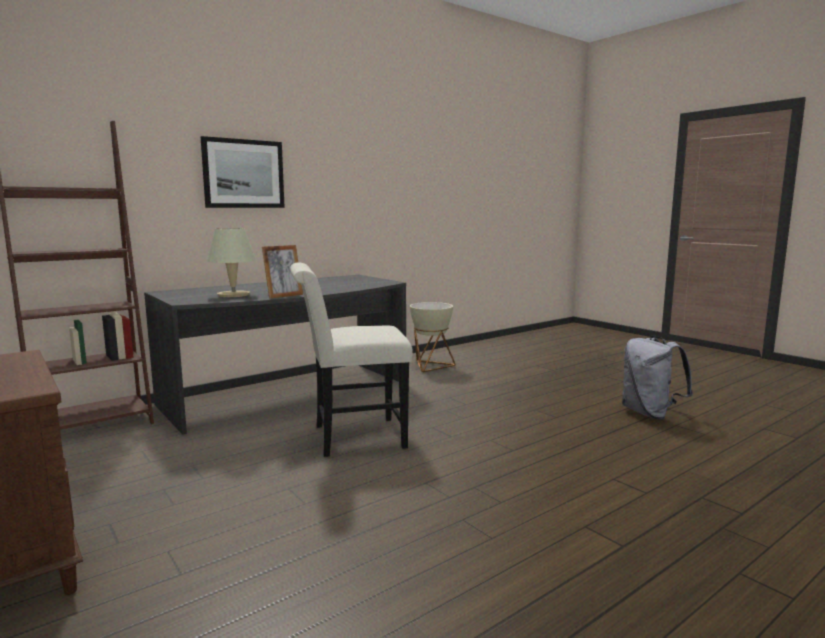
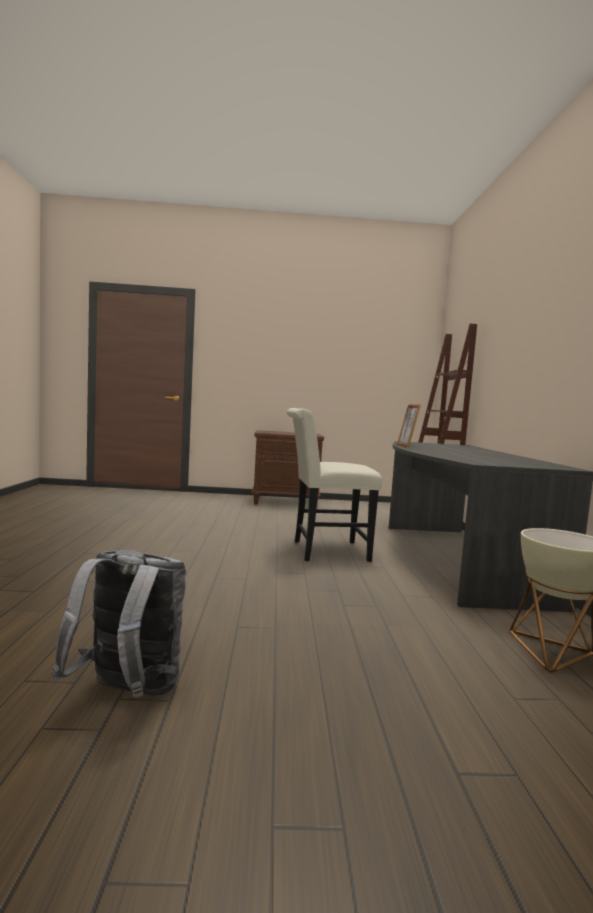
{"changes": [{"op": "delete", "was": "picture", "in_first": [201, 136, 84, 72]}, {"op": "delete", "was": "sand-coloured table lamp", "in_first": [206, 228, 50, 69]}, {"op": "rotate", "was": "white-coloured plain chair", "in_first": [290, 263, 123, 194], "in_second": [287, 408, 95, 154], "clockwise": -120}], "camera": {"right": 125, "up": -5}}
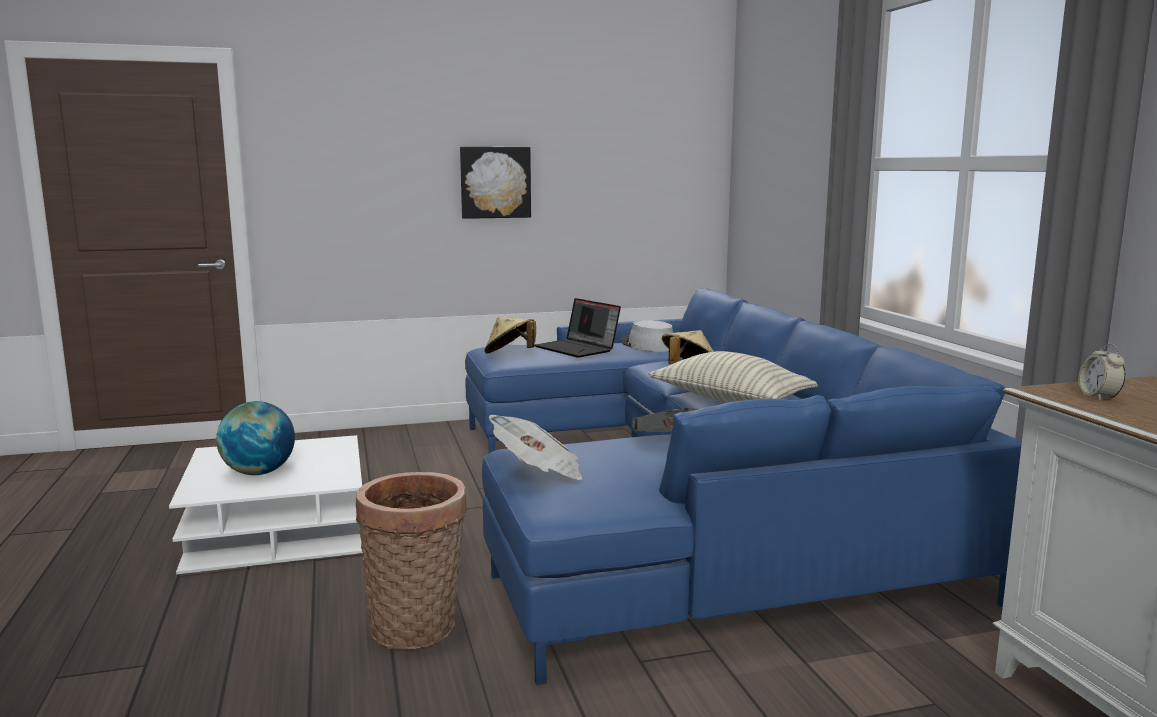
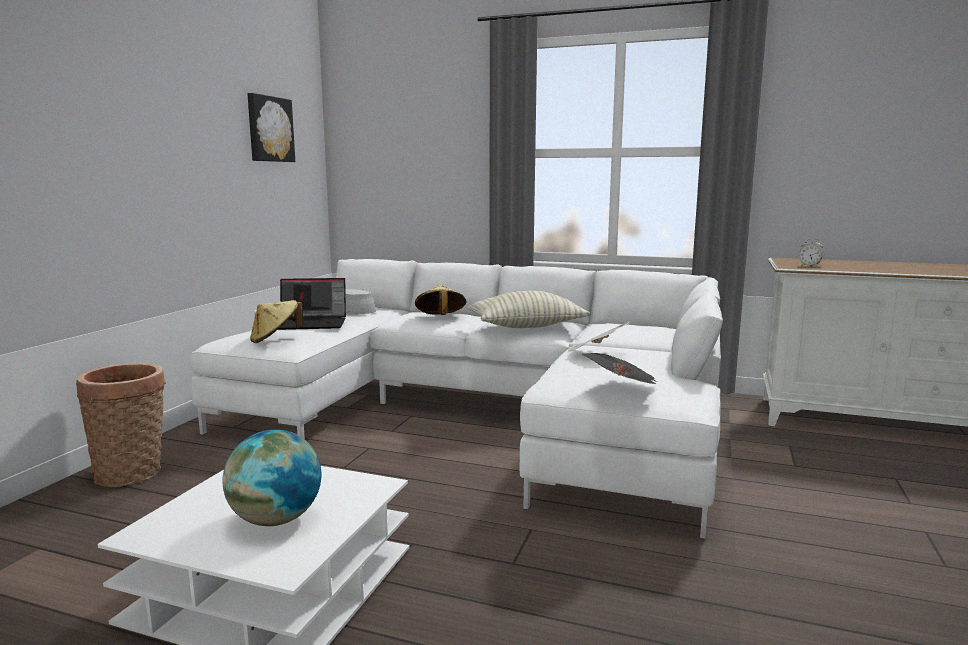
{"changes": [{"op": "move", "was": "picture", "in_first": [460, 147, 71, 72], "in_second": [247, 93, 48, 69]}, {"op": "recolor", "was": "blue-coloured couch", "now": "white-coloured couch", "in_first": [465, 288, 557, 397], "in_second": [190, 259, 533, 280]}, {"op": "move", "was": "household basket", "in_first": [356, 472, 111, 178], "in_second": [76, 363, 90, 124]}], "camera": {"right": -55, "up": 0}}
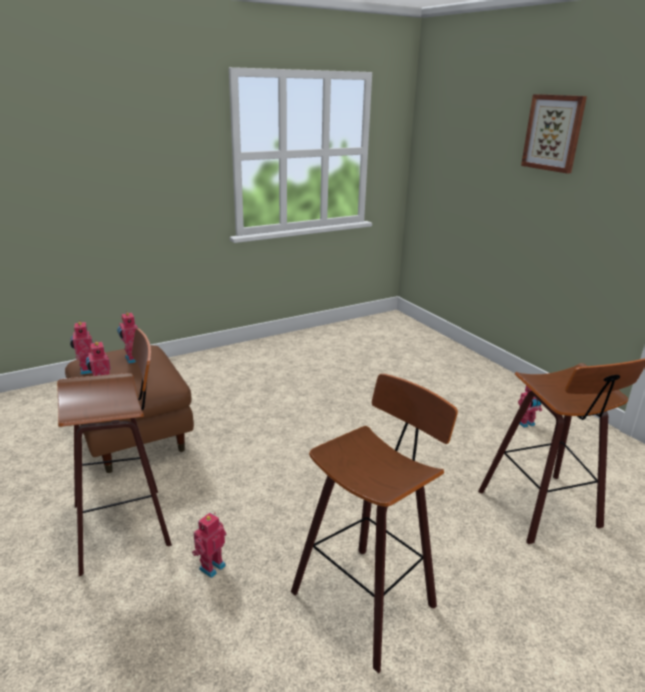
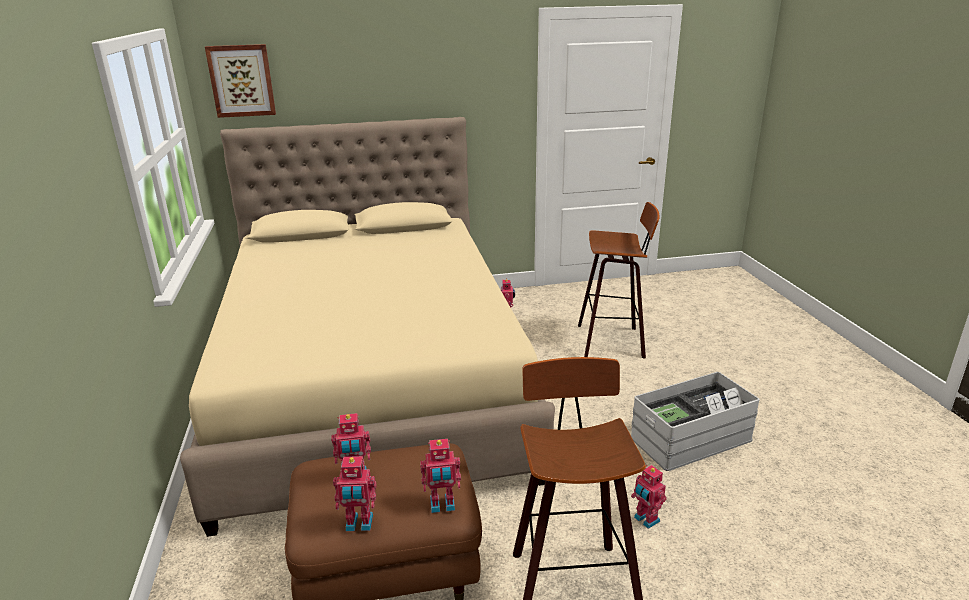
{"changes": [{"op": "move", "was": "picture", "in_first": [521, 94, 66, 80], "in_second": [205, 44, 71, 74]}, {"op": "replace", "was": "stool seat", "now": "gray storage box", "in_first": [291, 373, 167, 301], "in_second": [631, 372, 128, 99]}, {"op": "insert", "now": "sand-coloured sleeping bed", "in_second": [180, 117, 375, 420]}], "camera": {"right": -70, "up": 0}}
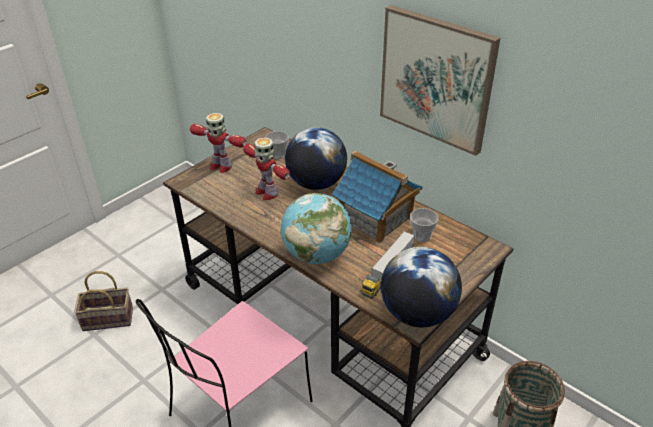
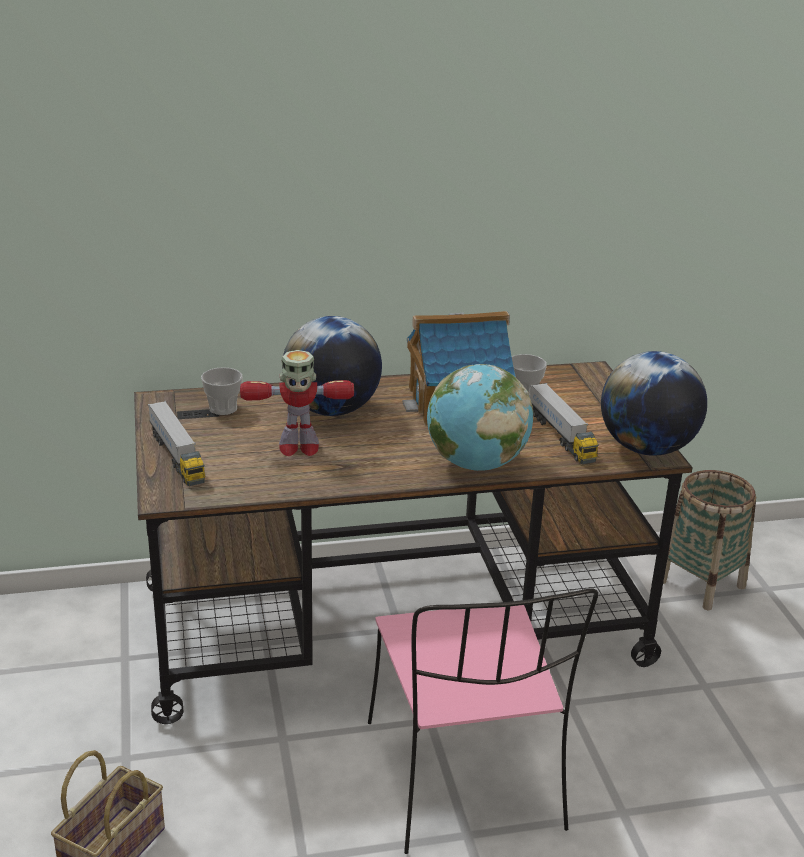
{"changes": [{"op": "delete", "was": "picture", "in_first": [380, 5, 120, 151]}, {"op": "replace", "was": "model robot", "now": "toy truck", "in_first": [190, 113, 57, 60], "in_second": [148, 401, 57, 85]}], "camera": {"right": -55, "up": -10}}
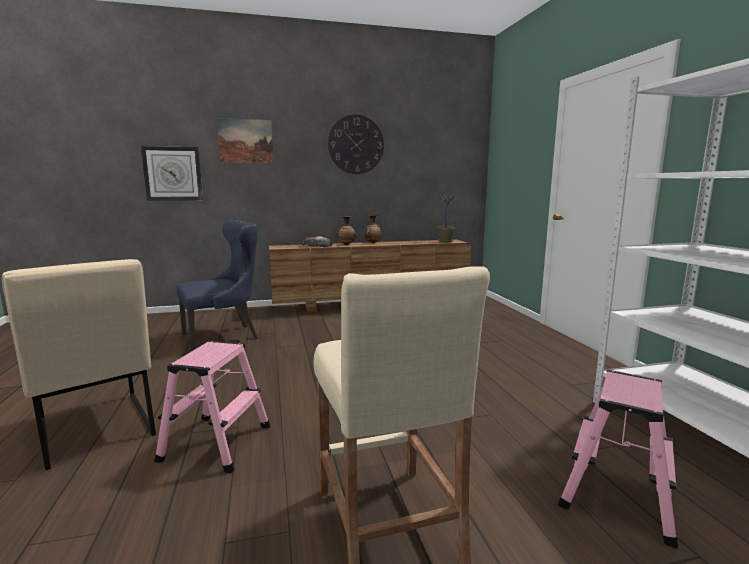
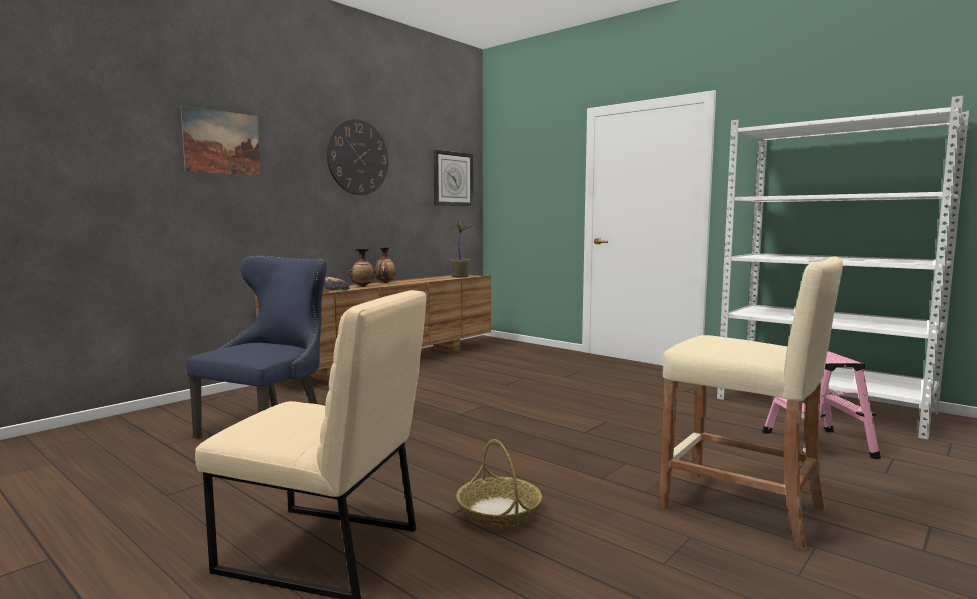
{"changes": [{"op": "move", "was": "wall clock", "in_first": [141, 146, 62, 55], "in_second": [433, 150, 40, 56]}, {"op": "replace", "was": "pink step ladder", "now": "household basket", "in_first": [154, 340, 117, 133], "in_second": [456, 439, 86, 88]}], "camera": {"right": -35, "up": -5}}
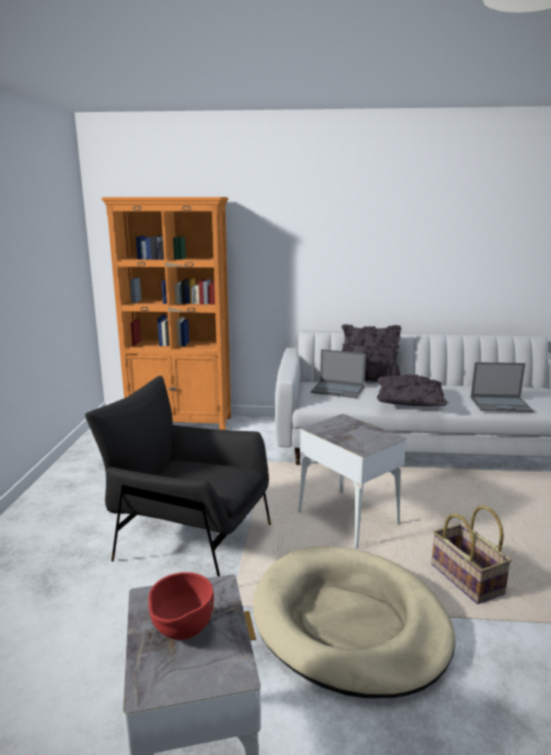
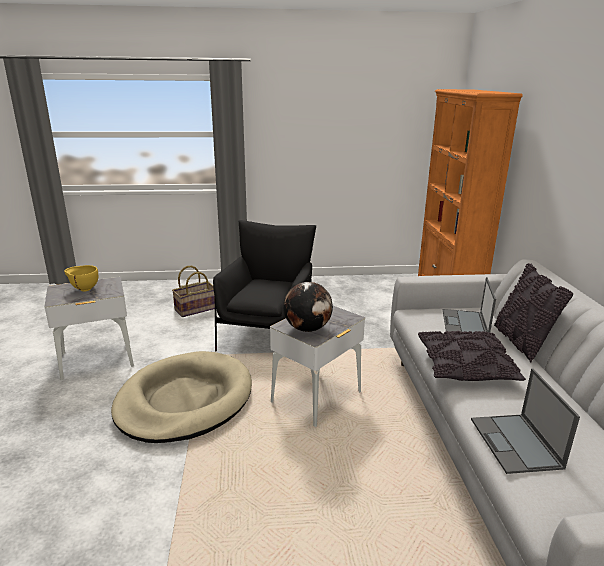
{"changes": [{"op": "move", "was": "household basket", "in_first": [431, 506, 81, 98], "in_second": [172, 266, 43, 51]}, {"op": "recolor", "was": "red deep dish", "now": "yellow-coloured deep dish", "in_first": [148, 572, 66, 68], "in_second": [64, 265, 34, 26]}, {"op": "insert", "now": "globe", "in_second": [283, 282, 50, 50]}], "camera": {"right": 80, "up": 5}}
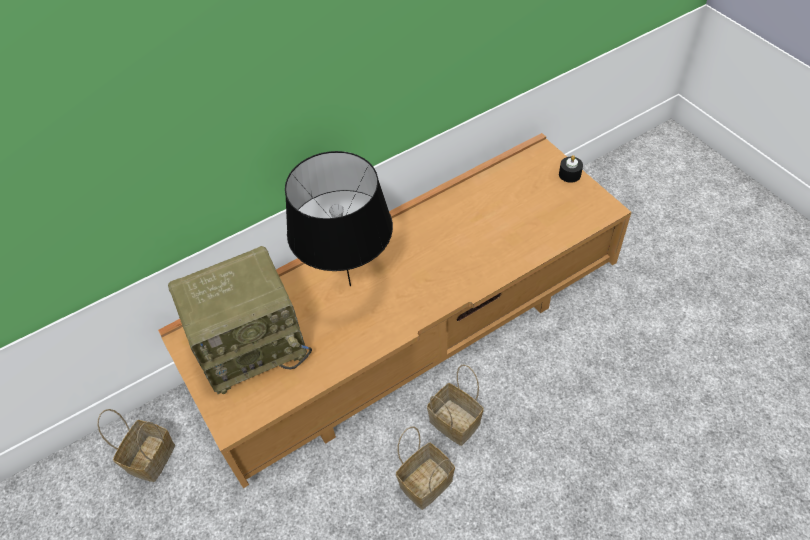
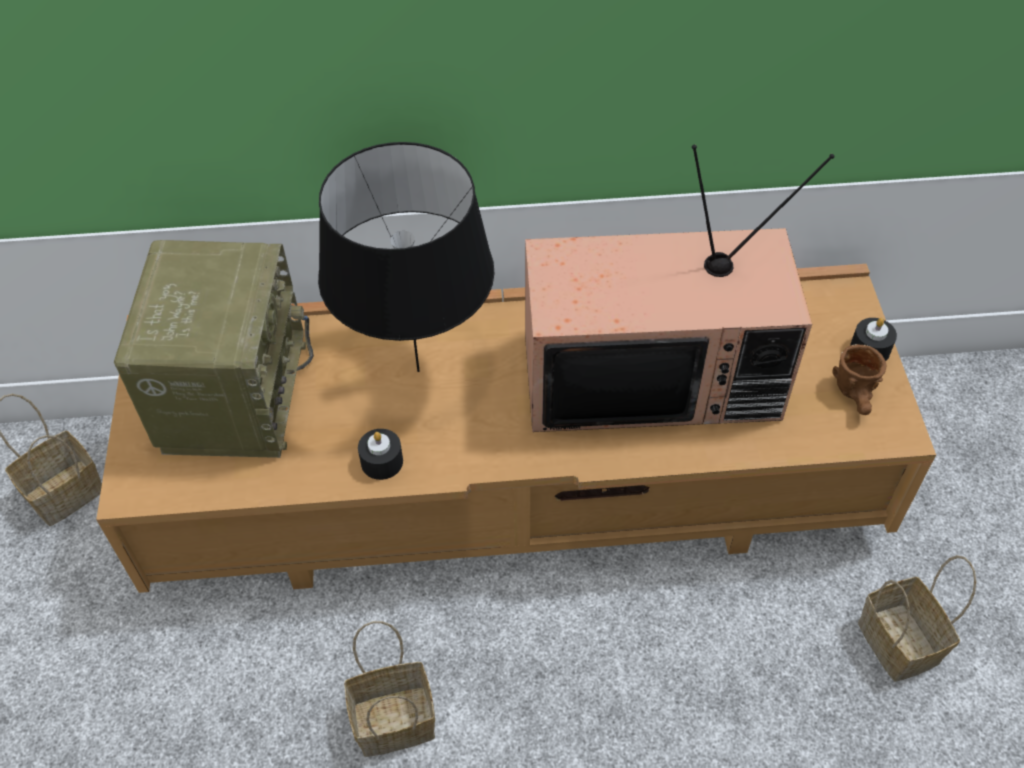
{"changes": [{"op": "rotate", "was": "radio receiver", "in_first": [168, 246, 144, 148], "in_second": [114, 240, 200, 218], "clockwise": -90}, {"op": "move", "was": "household basket", "in_first": [427, 364, 57, 82], "in_second": [858, 555, 118, 127]}, {"op": "insert", "now": "television", "in_second": [525, 145, 310, 287]}, {"op": "insert", "now": "brownish mug", "in_second": [832, 344, 54, 71]}, {"op": "insert", "now": "blackish candle", "in_second": [358, 429, 45, 51]}], "camera": {"right": 25, "up": 0}}
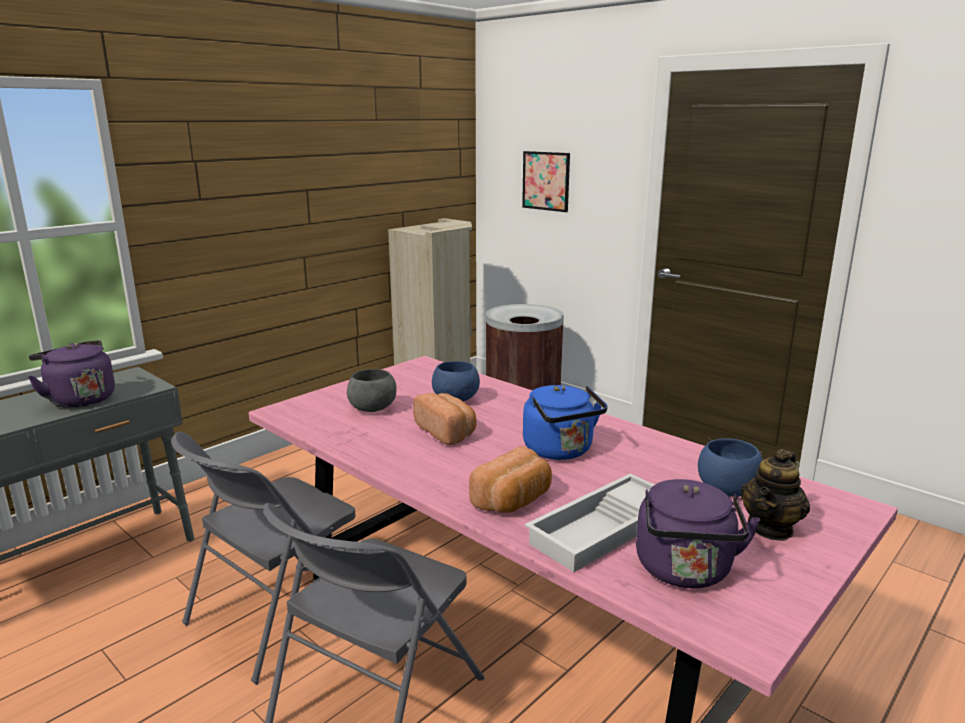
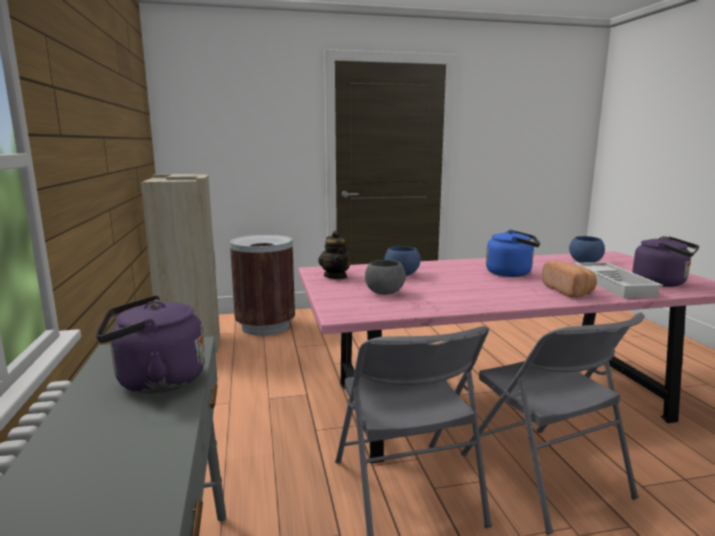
{"changes": [{"op": "delete", "was": "picture", "in_first": [522, 151, 48, 61]}, {"op": "delete", "was": "baked bread", "in_first": [413, 393, 64, 52]}, {"op": "move", "was": "pot for tea", "in_first": [740, 449, 70, 92], "in_second": [318, 231, 35, 48]}], "camera": {"right": -55, "up": -5}}
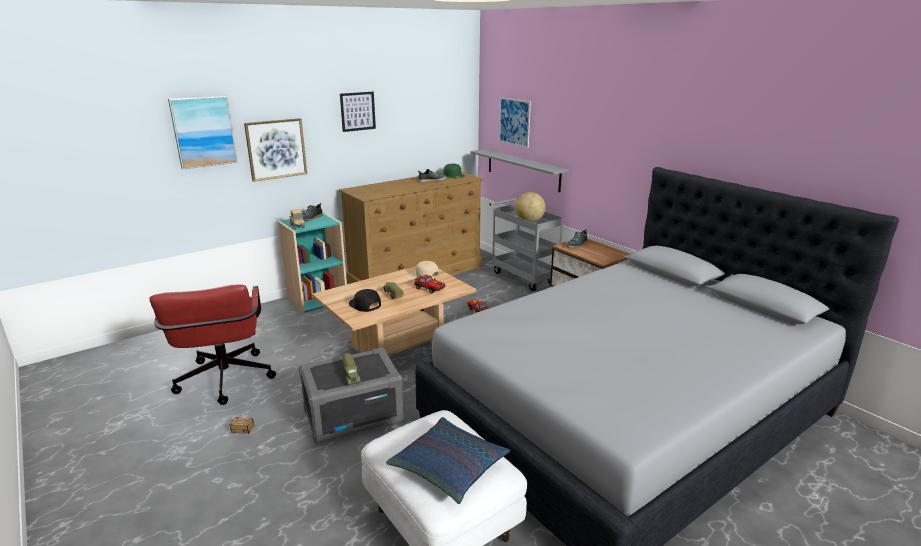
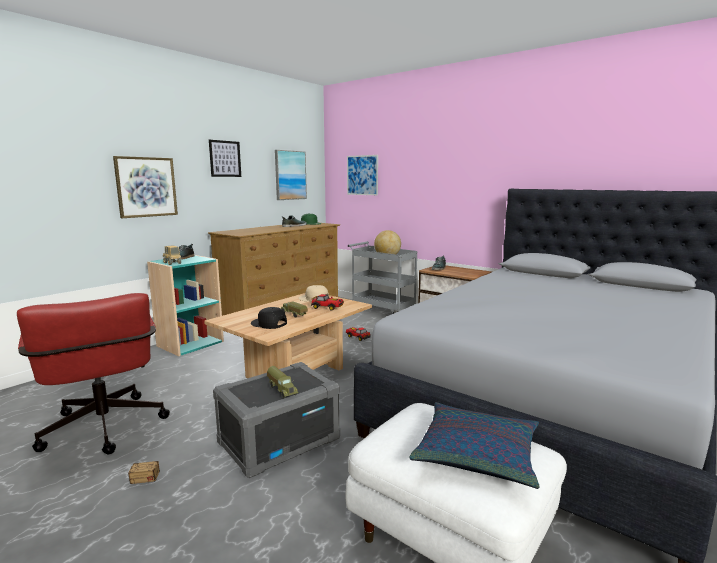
{"changes": [{"op": "move", "was": "picture", "in_first": [168, 95, 70, 75], "in_second": [275, 150, 32, 50]}, {"op": "delete", "was": "gray bracket shelf", "in_first": [471, 149, 98, 43]}], "camera": {"right": -15, "up": -10}}
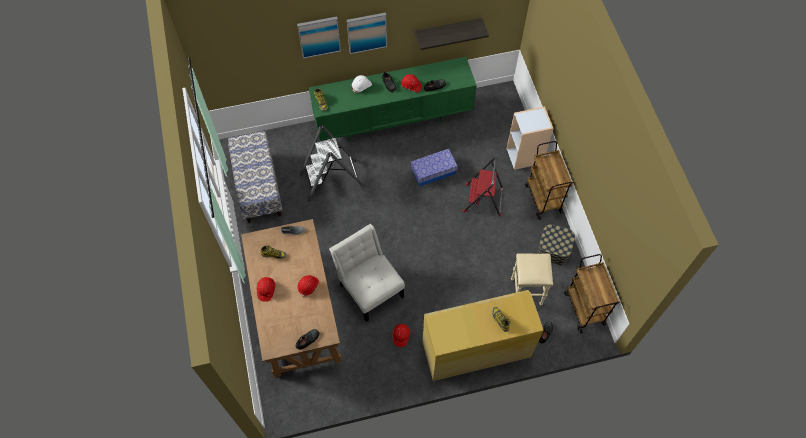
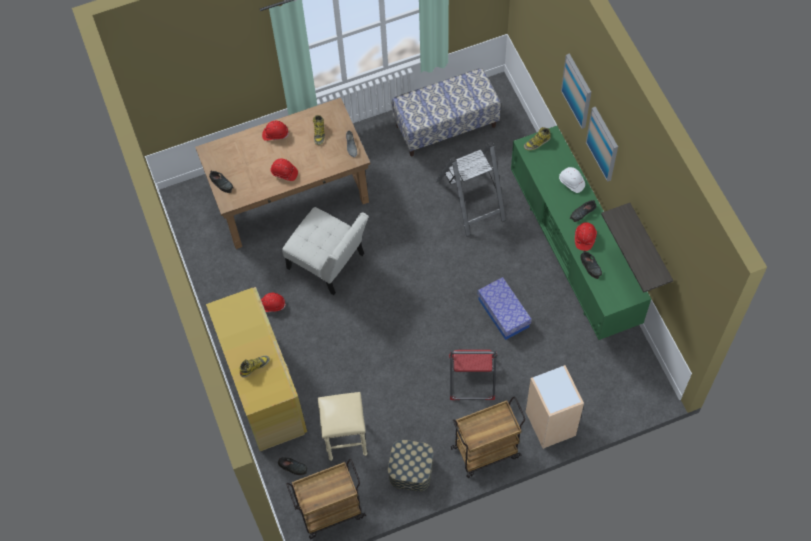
{"changes": [{"op": "rotate", "was": "white-coloured plain chair", "in_first": [329, 224, 76, 98], "in_second": [282, 207, 87, 88], "clockwise": 75}], "camera": {"right": 85, "up": 0}}
